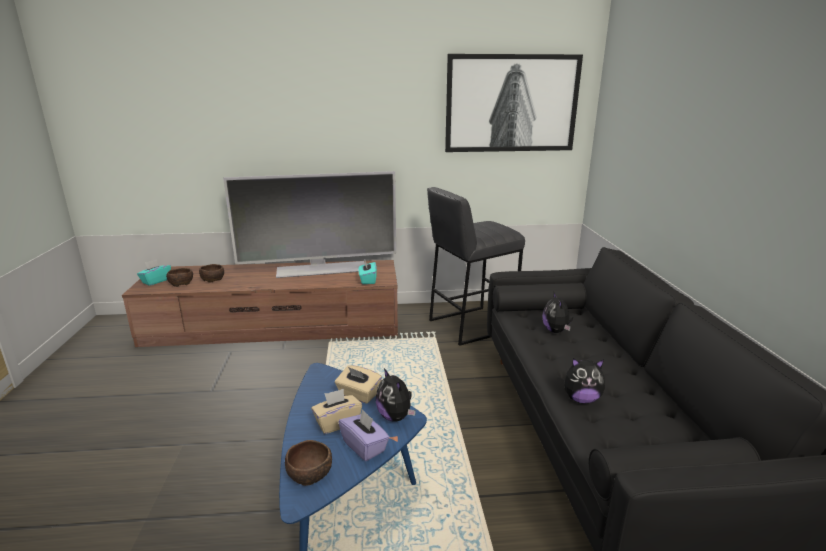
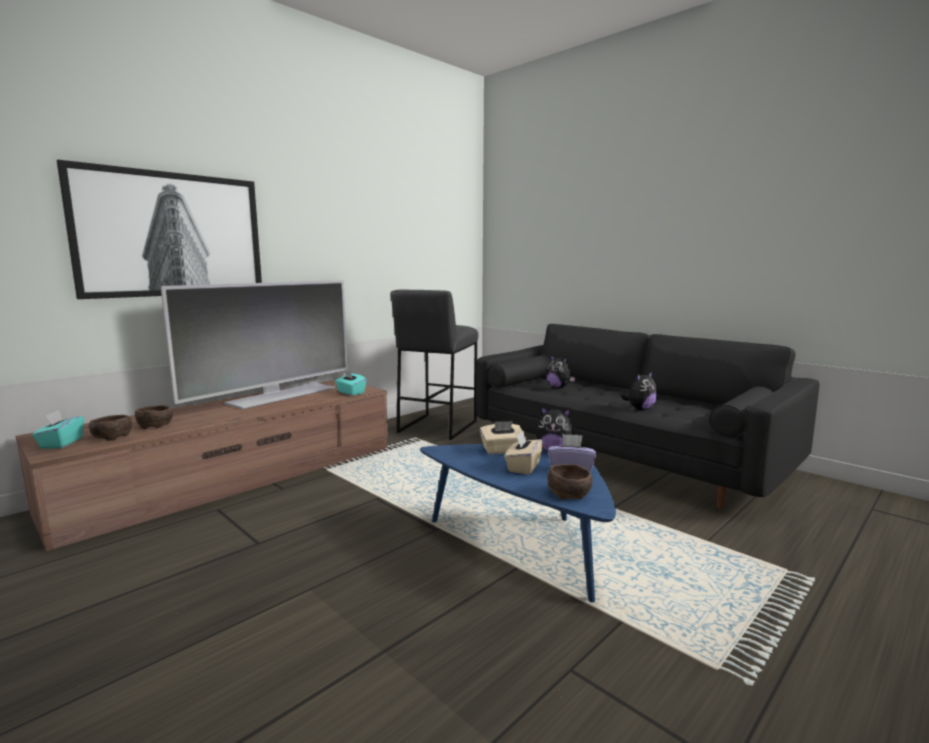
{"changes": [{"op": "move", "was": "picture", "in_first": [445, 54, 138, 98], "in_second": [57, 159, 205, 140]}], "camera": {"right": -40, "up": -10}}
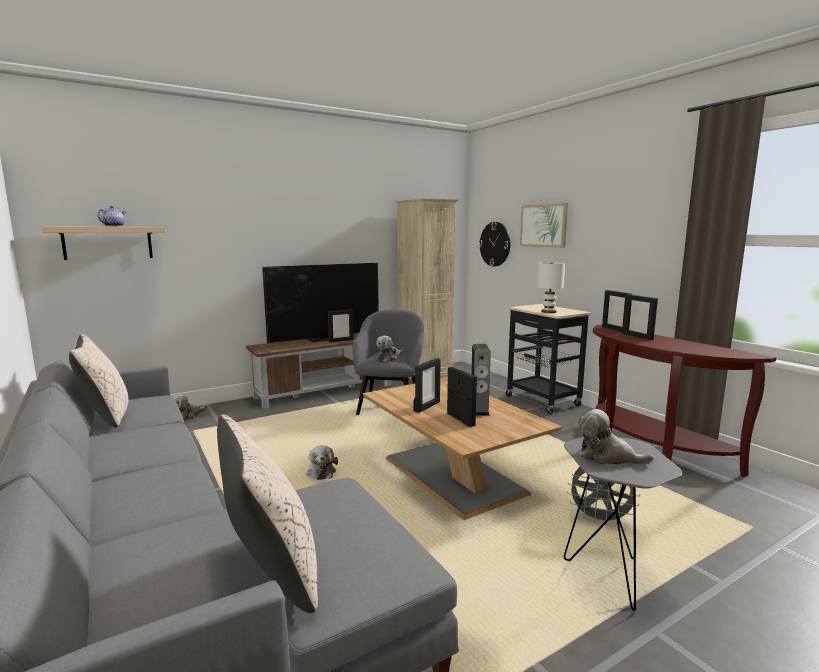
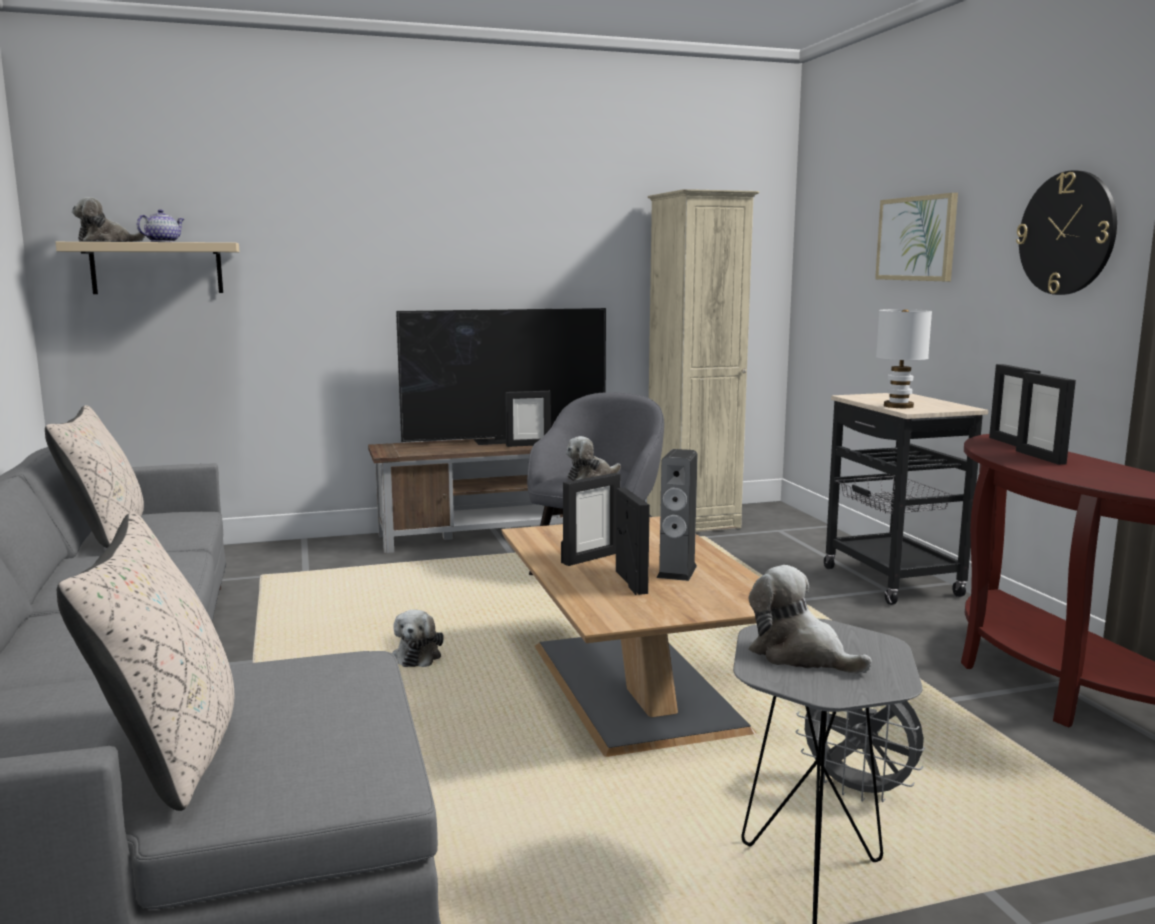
{"changes": [{"op": "move", "was": "wall clock", "in_first": [479, 222, 31, 45], "in_second": [1016, 170, 101, 125]}, {"op": "move", "was": "cuddly toy", "in_first": [173, 394, 34, 26], "in_second": [72, 197, 73, 45]}], "camera": {"right": 15, "up": 0}}
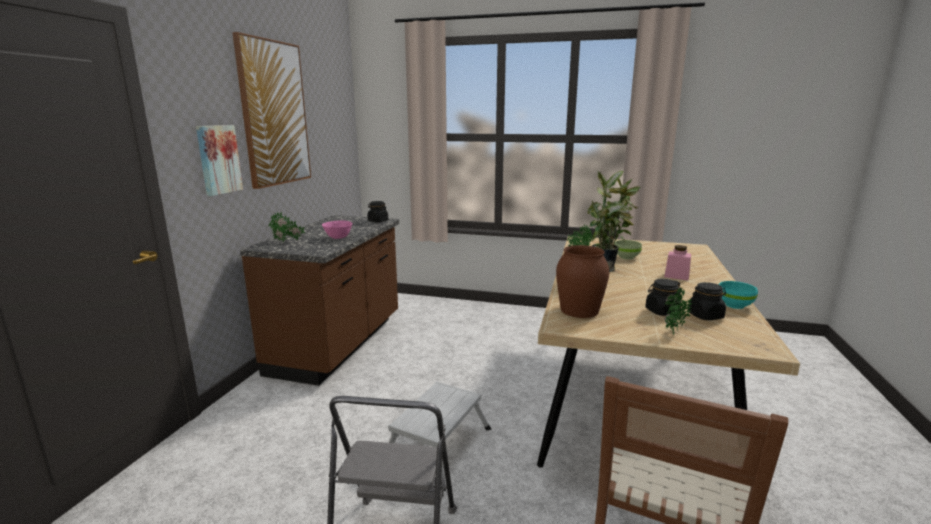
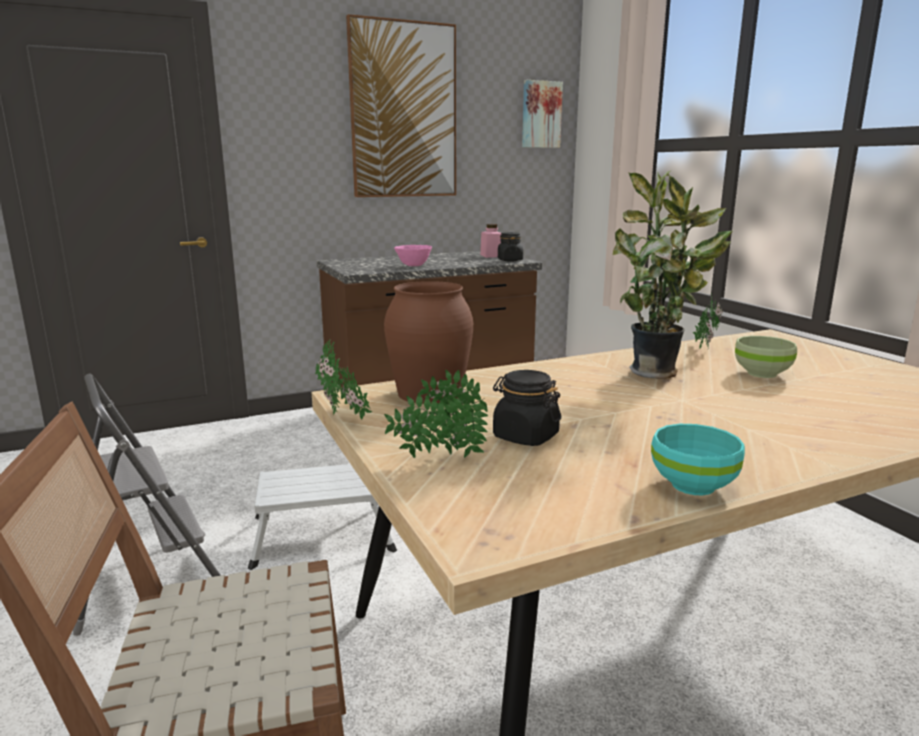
{"changes": [{"op": "move", "was": "picture", "in_first": [196, 125, 47, 71], "in_second": [522, 80, 41, 68]}, {"op": "move", "was": "houseplant", "in_first": [269, 212, 36, 30], "in_second": [315, 339, 57, 80]}, {"op": "move", "was": "pink jar", "in_first": [664, 245, 27, 35], "in_second": [480, 224, 22, 34]}, {"op": "delete", "was": "blackish jar", "in_first": [688, 282, 38, 38]}], "camera": {"right": 50, "up": 0}}
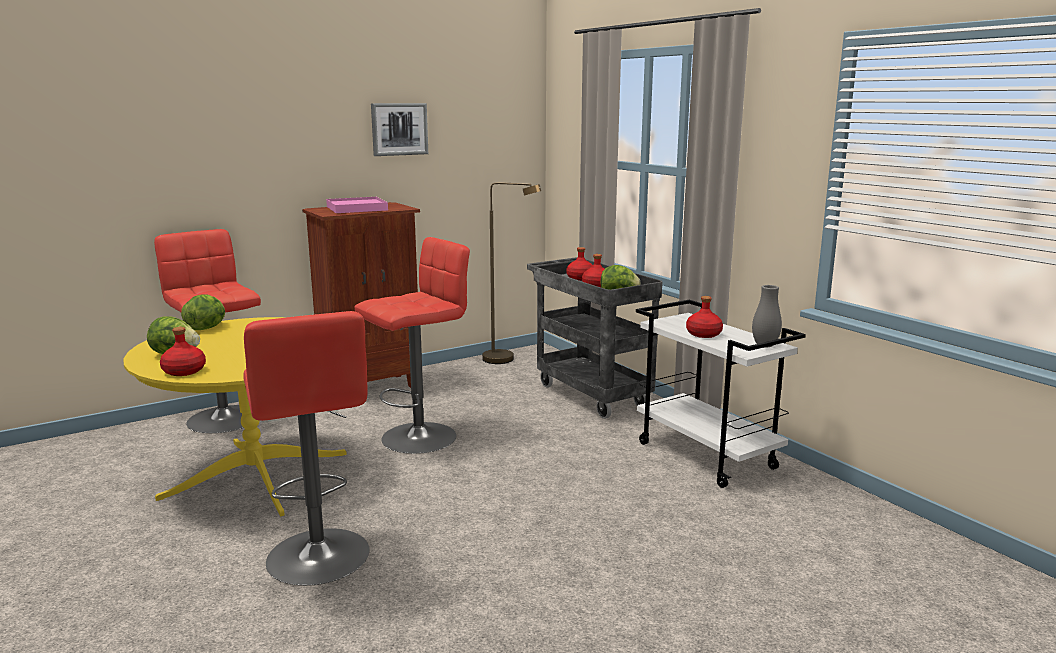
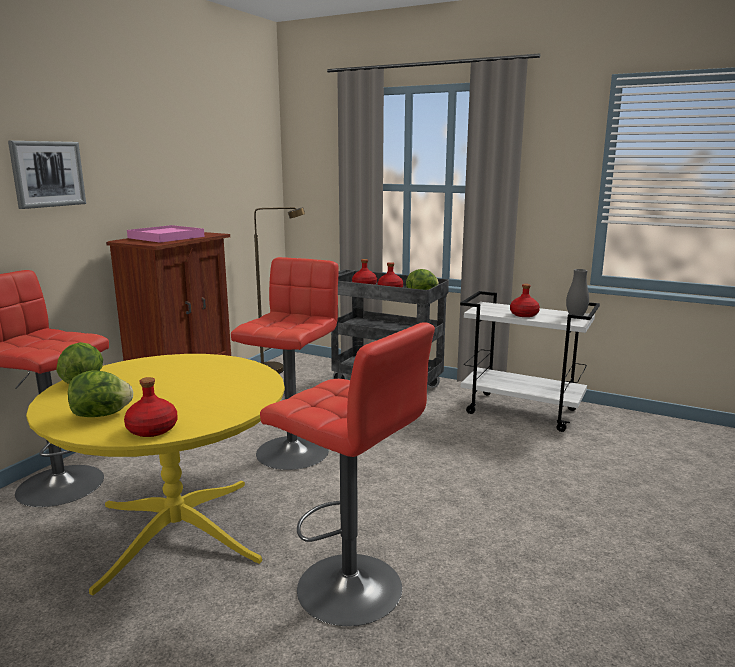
{"changes": [{"op": "move", "was": "picture", "in_first": [371, 103, 57, 53], "in_second": [8, 141, 78, 68]}], "camera": {"right": -30, "up": 0}}
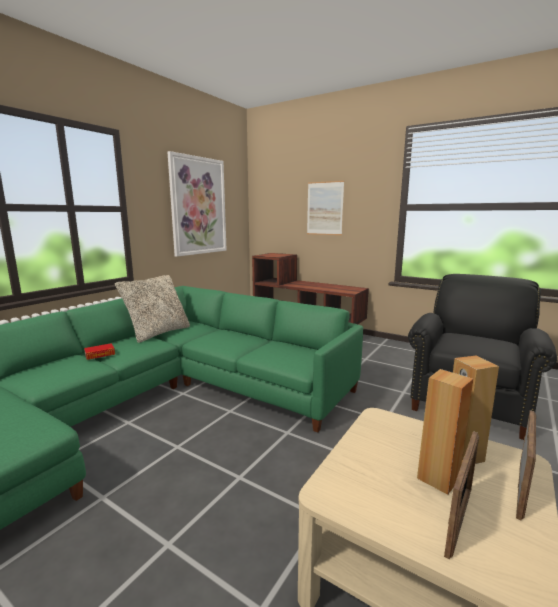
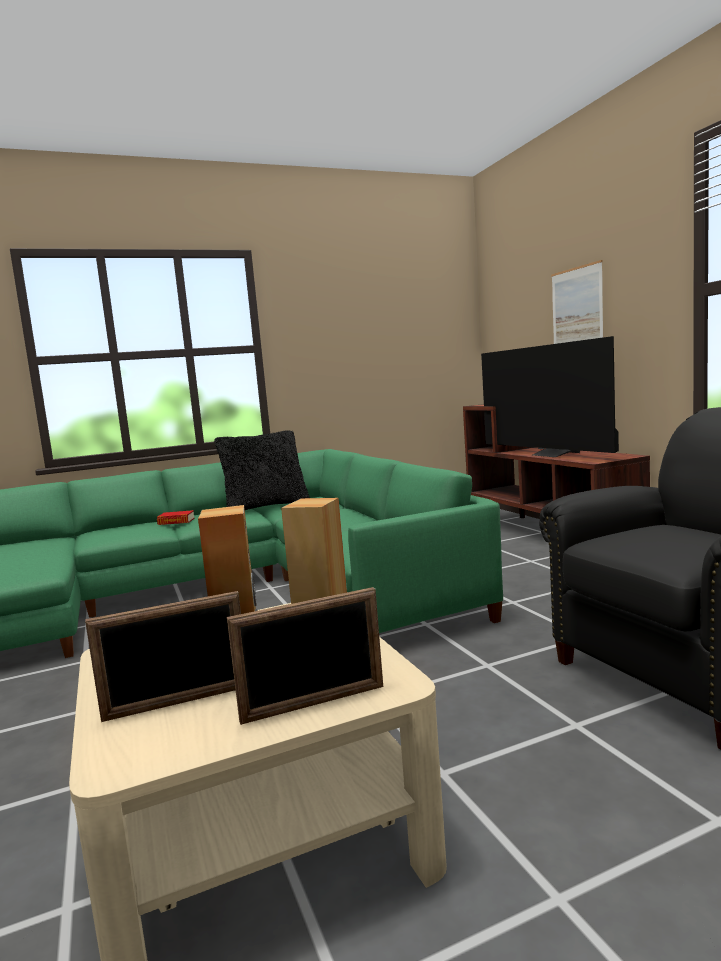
{"changes": [{"op": "delete", "was": "picture", "in_first": [167, 151, 60, 106]}, {"op": "recolor", "was": "sand-coloured throw pillow", "now": "blackish throw pillow", "in_first": [115, 275, 75, 68], "in_second": [214, 430, 96, 80]}, {"op": "insert", "now": "television", "in_second": [481, 336, 138, 121]}], "camera": {"right": 35, "up": -5}}
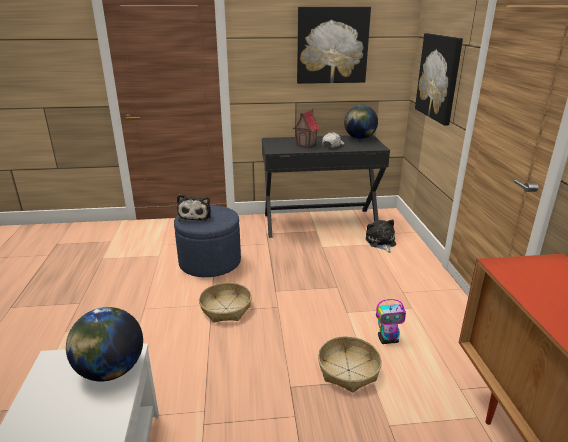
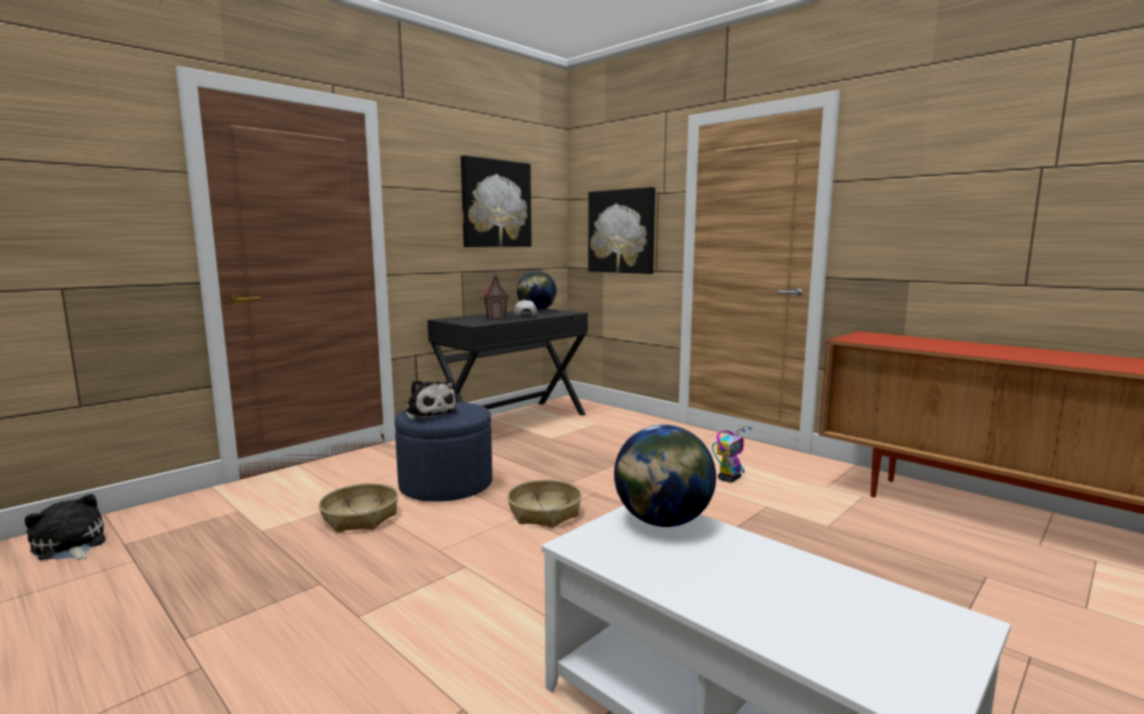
{"changes": [{"op": "move", "was": "cuddly toy", "in_first": [366, 220, 30, 33], "in_second": [25, 494, 81, 66]}, {"op": "move", "was": "household basket", "in_first": [318, 336, 64, 57], "in_second": [319, 483, 79, 49]}], "camera": {"right": -40, "up": -15}}
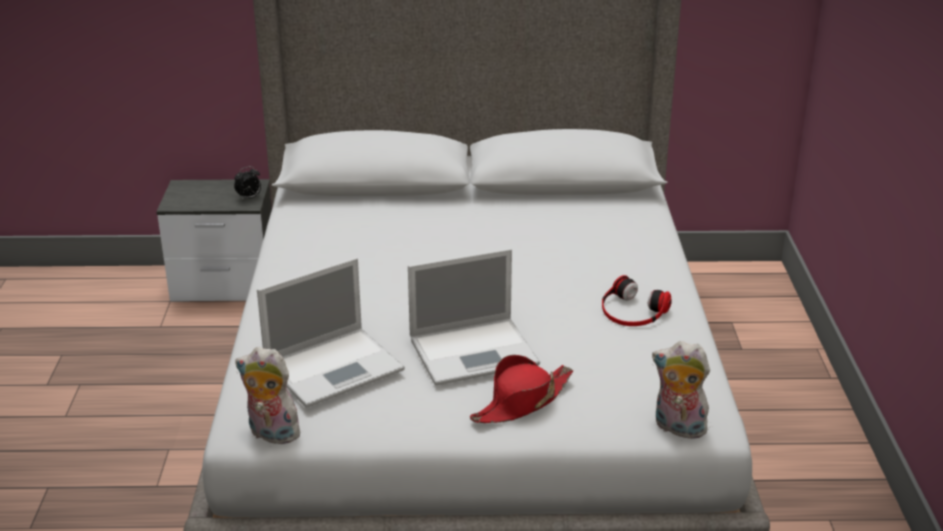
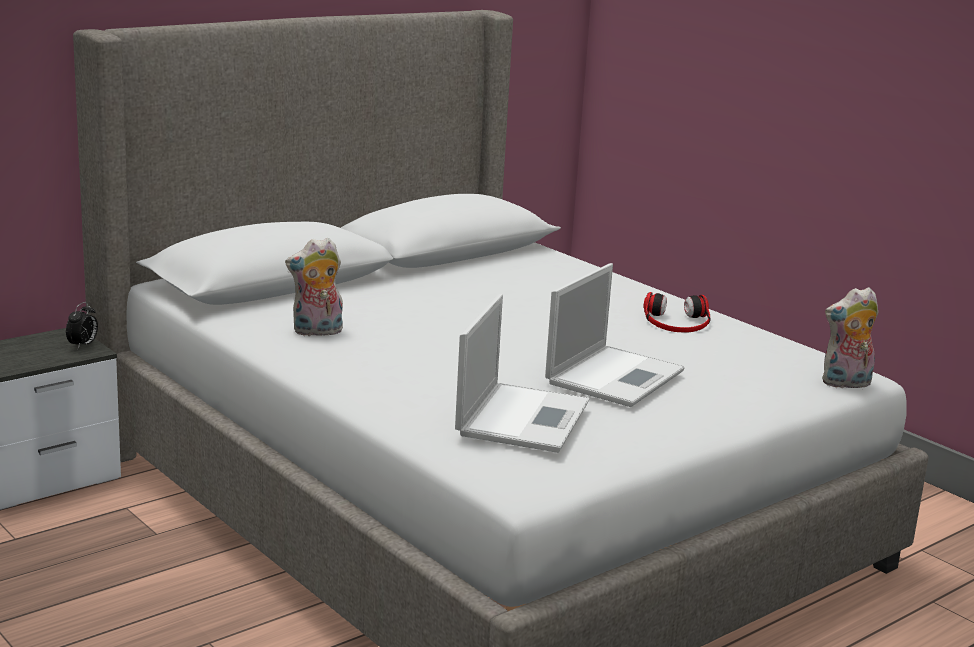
{"changes": [{"op": "move", "was": "cuddly toy", "in_first": [235, 347, 65, 97], "in_second": [285, 238, 58, 98]}, {"op": "delete", "was": "red wearable hat", "in_first": [470, 355, 103, 68]}], "camera": {"right": -40, "up": -10}}
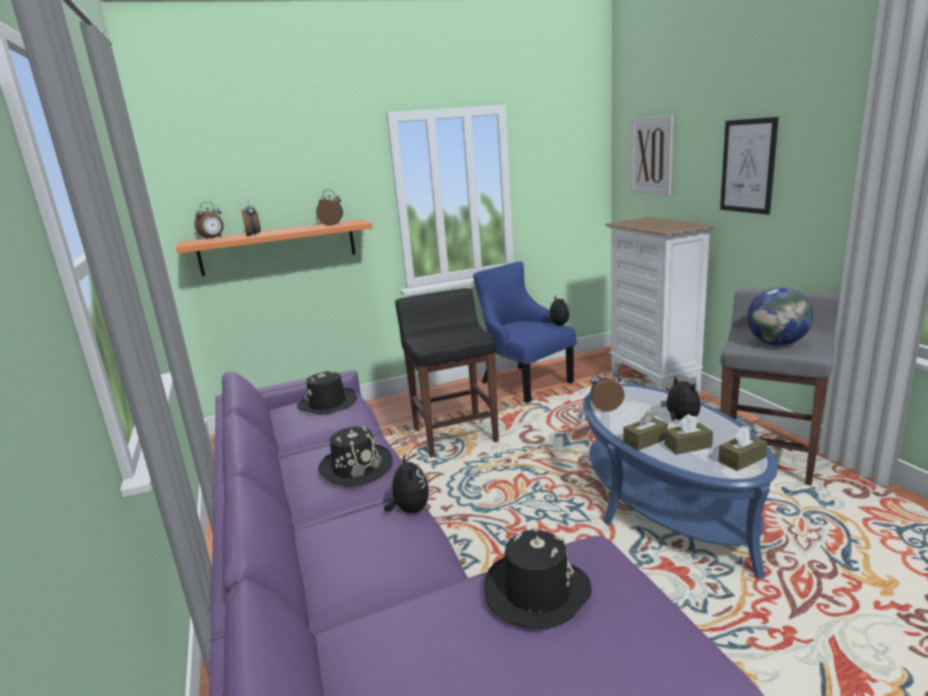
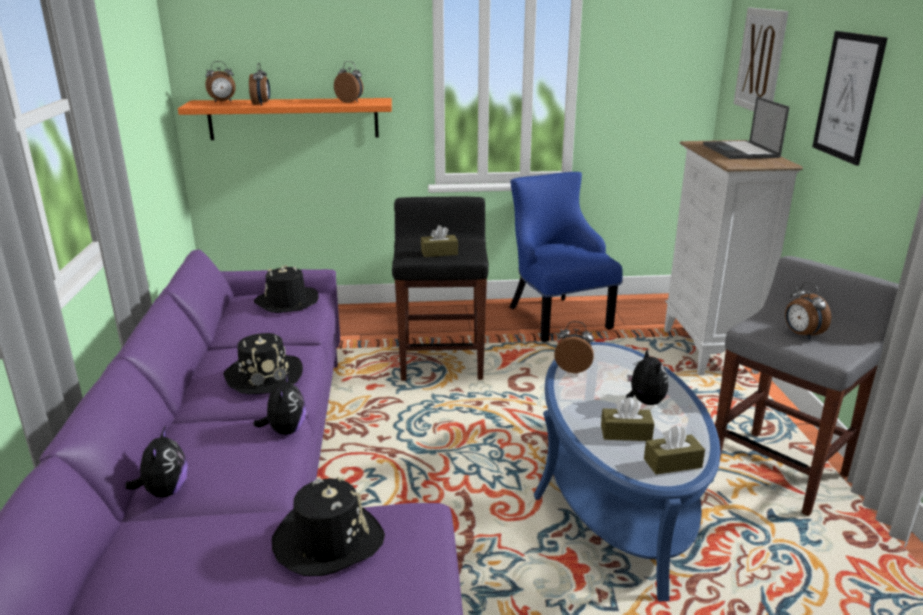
{"changes": [{"op": "replace", "was": "globe", "now": "table clock", "in_first": [747, 287, 66, 59], "in_second": [785, 282, 46, 58]}, {"op": "move", "was": "cuddly toy", "in_first": [547, 295, 22, 30], "in_second": [125, 427, 63, 71]}, {"op": "move", "was": "brownish tissue box", "in_first": [623, 411, 45, 39], "in_second": [421, 225, 37, 32]}, {"op": "insert", "now": "notebook computer", "in_second": [703, 96, 86, 63]}], "camera": {"right": 15, "up": 5}}
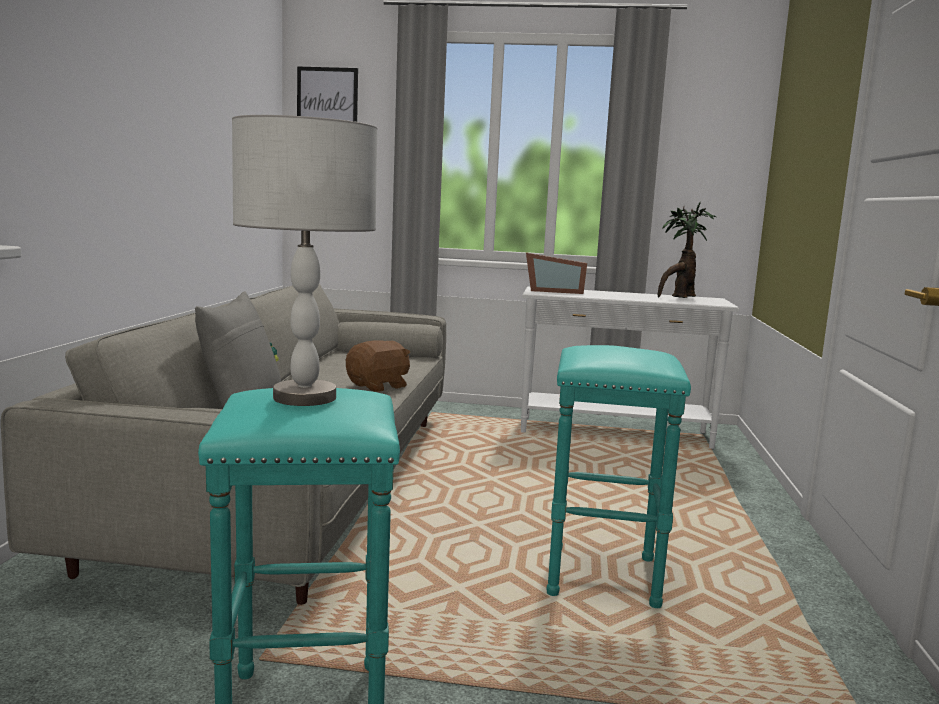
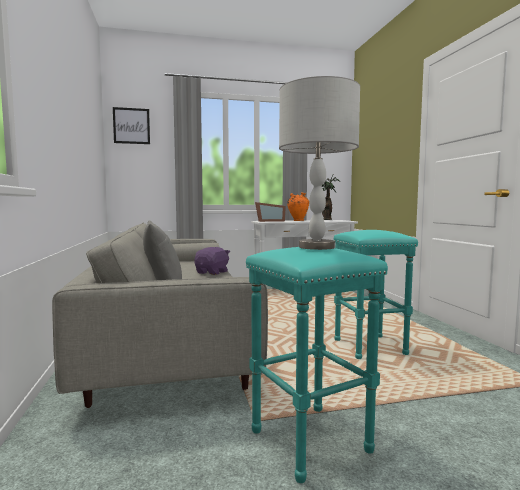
{"changes": [{"op": "recolor", "was": "brownish cuddly toy", "now": "purplish cuddly toy", "in_first": [346, 340, 64, 52], "in_second": [194, 247, 36, 28]}, {"op": "insert", "now": "orange decorative vase", "in_second": [287, 192, 22, 29]}], "camera": {"right": -20, "up": -5}}
